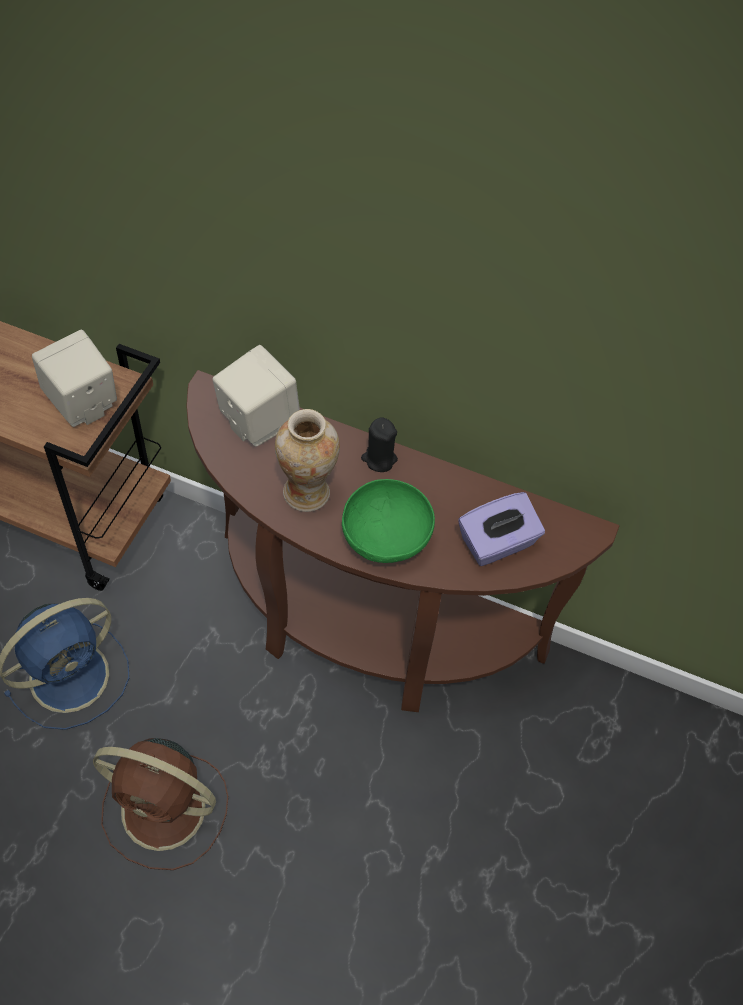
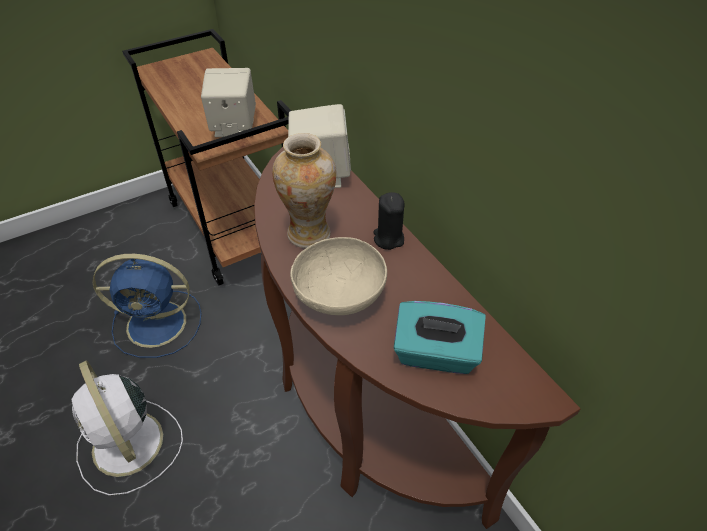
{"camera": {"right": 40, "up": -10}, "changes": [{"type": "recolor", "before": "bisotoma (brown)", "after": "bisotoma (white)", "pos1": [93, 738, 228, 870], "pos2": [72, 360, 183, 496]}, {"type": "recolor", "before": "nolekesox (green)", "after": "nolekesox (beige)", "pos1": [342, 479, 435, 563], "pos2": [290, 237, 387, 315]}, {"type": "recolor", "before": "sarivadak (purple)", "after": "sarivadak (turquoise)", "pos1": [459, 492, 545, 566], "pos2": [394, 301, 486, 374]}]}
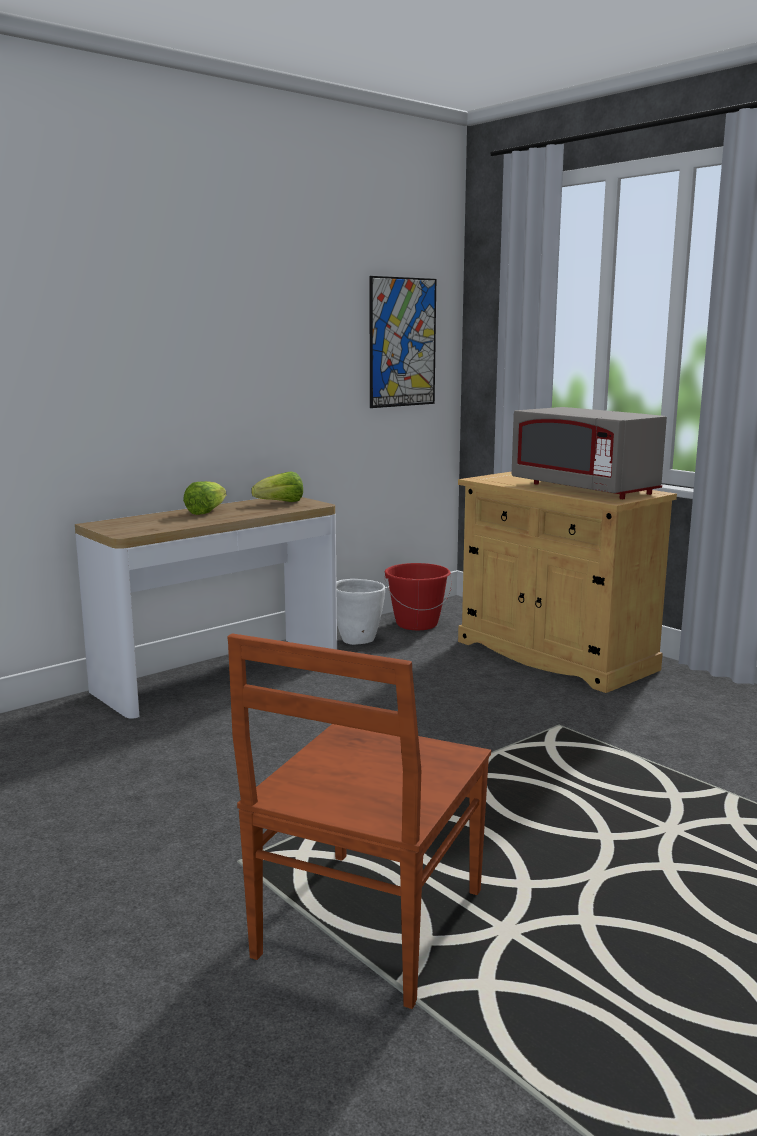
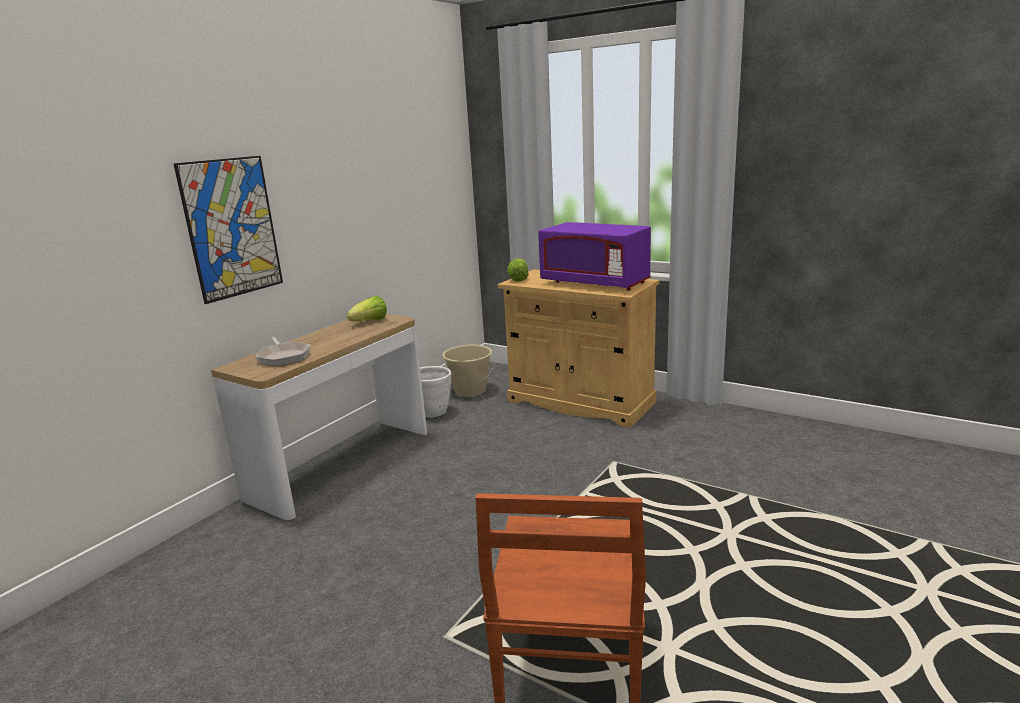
{"camera": {"right": -15, "up": 5}, "changes": [{"type": "move", "before": "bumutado", "pos1": [369, 276, 436, 408], "pos2": [173, 156, 283, 304]}, {"type": "insert", "after": "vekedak", "pos2": [255, 337, 311, 366]}, {"type": "recolor", "before": "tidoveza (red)", "after": "tidoveza (beige)", "pos1": [384, 563, 452, 630], "pos2": [442, 345, 493, 397]}, {"type": "move", "before": "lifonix", "pos1": [183, 481, 226, 515], "pos2": [507, 258, 529, 282]}, {"type": "recolor", "before": "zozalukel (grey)", "after": "zozalukel (purple)", "pos1": [512, 407, 667, 499], "pos2": [538, 222, 651, 291]}]}
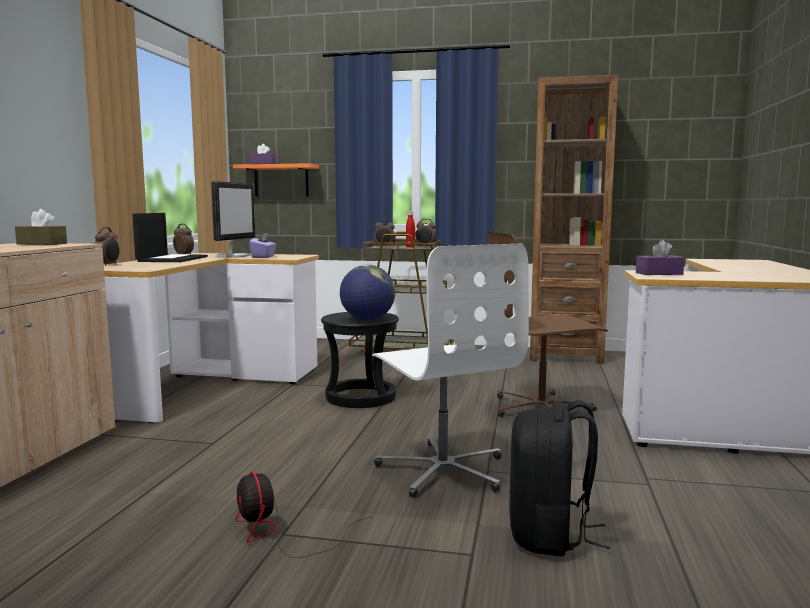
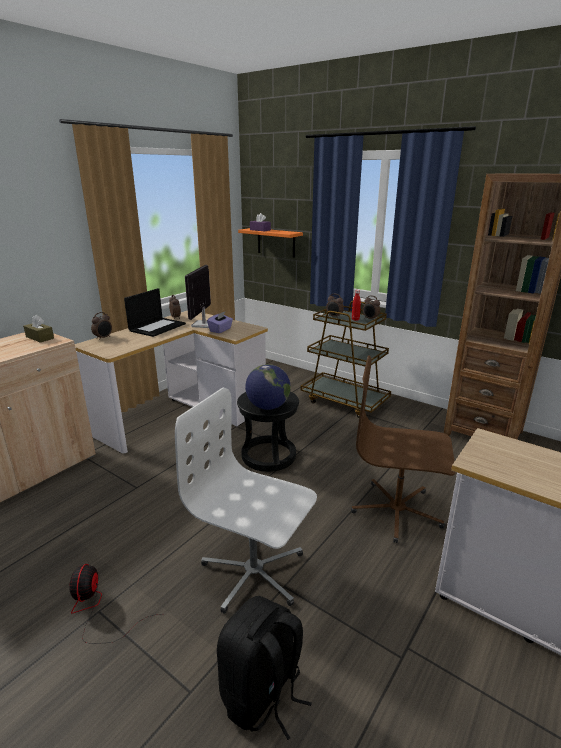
{"camera": {"right": 25, "up": 15}, "changes": [{"type": "rotate", "before": "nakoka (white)", "pos1": [372, 244, 529, 498], "pos2": [175, 387, 317, 614], "turn": 120}, {"type": "rotate", "before": "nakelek", "pos1": [211, 181, 255, 258], "pos2": [185, 265, 211, 328], "turn": 150}, {"type": "delete", "before": "sarivadak (purple)", "pos1": [636, 240, 684, 275]}]}
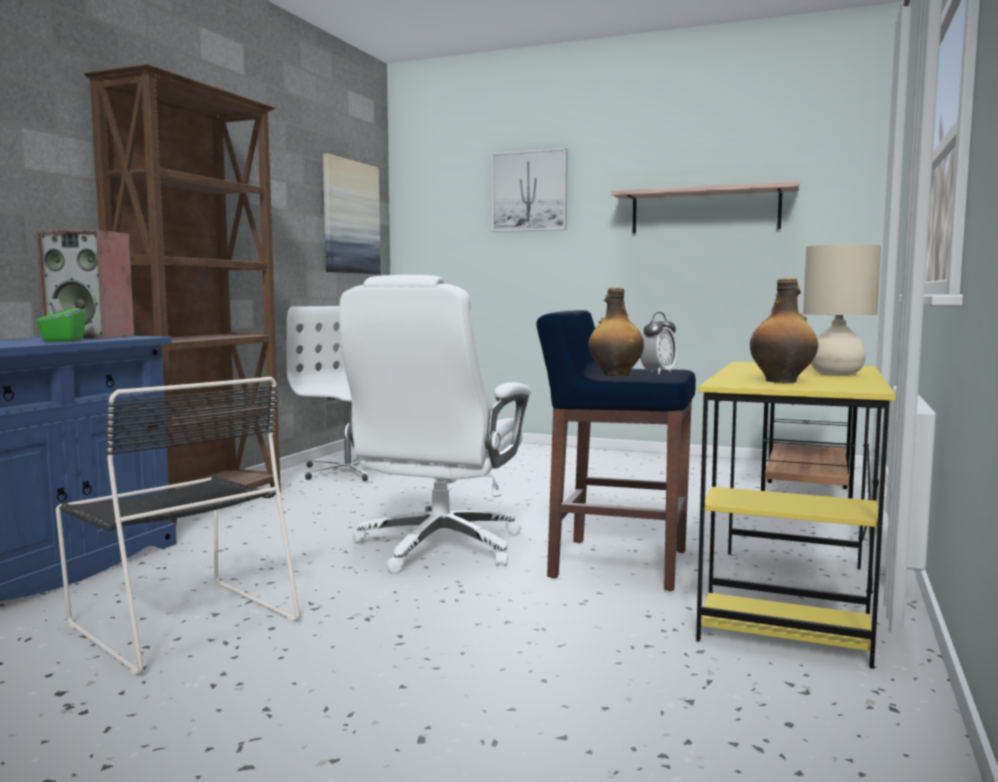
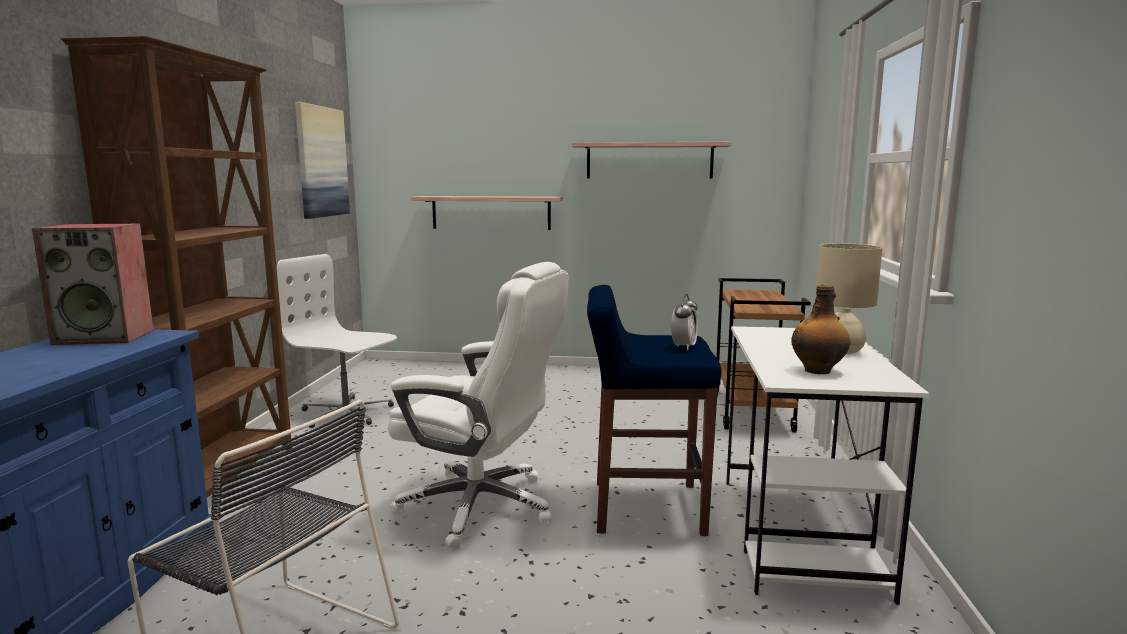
{"camera": {"right": -15, "up": 5}, "changes": [{"type": "rotate", "before": "nakoka (white)", "pos1": [340, 275, 531, 573], "pos2": [388, 262, 568, 550], "turn": -75}, {"type": "insert", "after": "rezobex", "pos2": [411, 196, 563, 230]}, {"type": "recolor", "before": "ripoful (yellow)", "after": "ripoful (white)", "pos1": [696, 362, 896, 669], "pos2": [726, 326, 929, 605]}, {"type": "delete", "before": "sarivadak (green)", "pos1": [36, 299, 86, 342]}, {"type": "delete", "before": "bumutado", "pos1": [492, 148, 568, 232]}, {"type": "delete", "before": "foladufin", "pos1": [588, 288, 644, 377]}]}
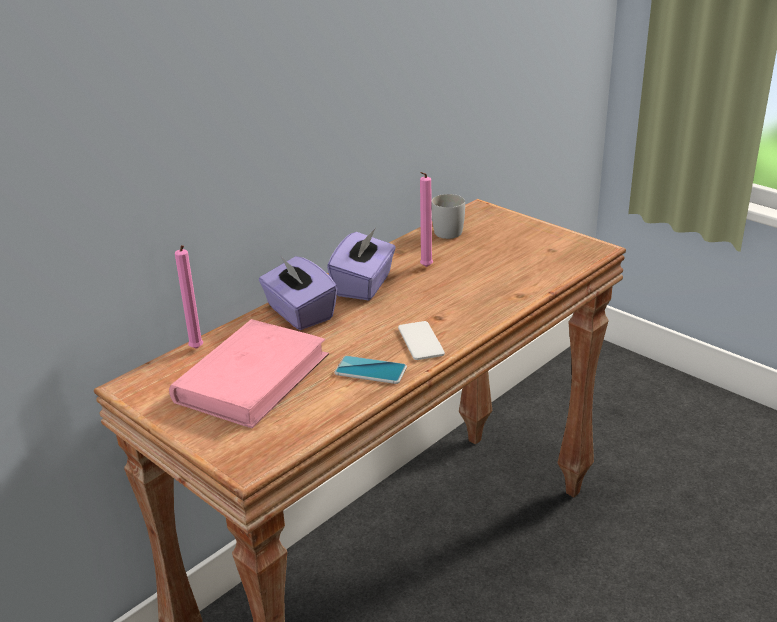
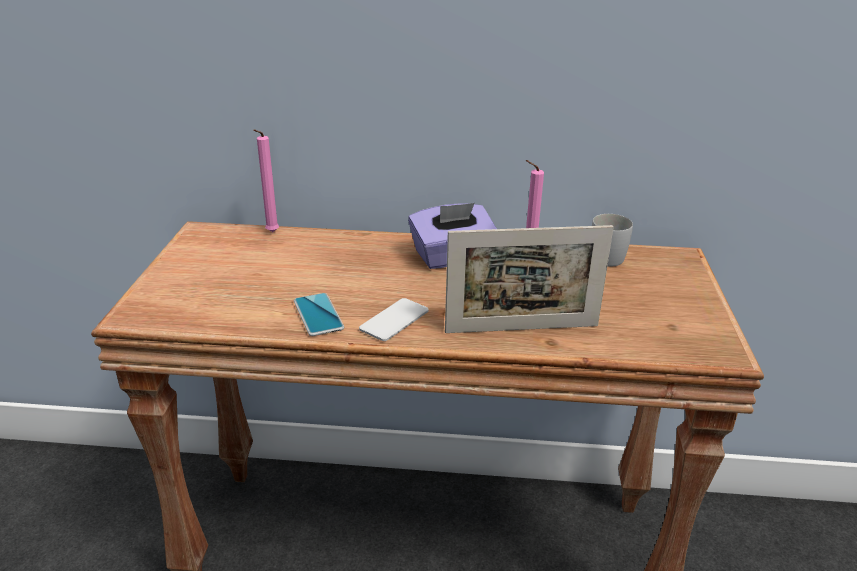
{"camera": {"right": 50, "up": 0}, "changes": [{"type": "insert", "after": "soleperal", "pos2": [445, 225, 614, 333]}, {"type": "delete", "before": "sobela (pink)", "pos1": [169, 319, 329, 428]}, {"type": "delete", "before": "sarivadak (purple)", "pos1": [259, 255, 338, 330]}]}
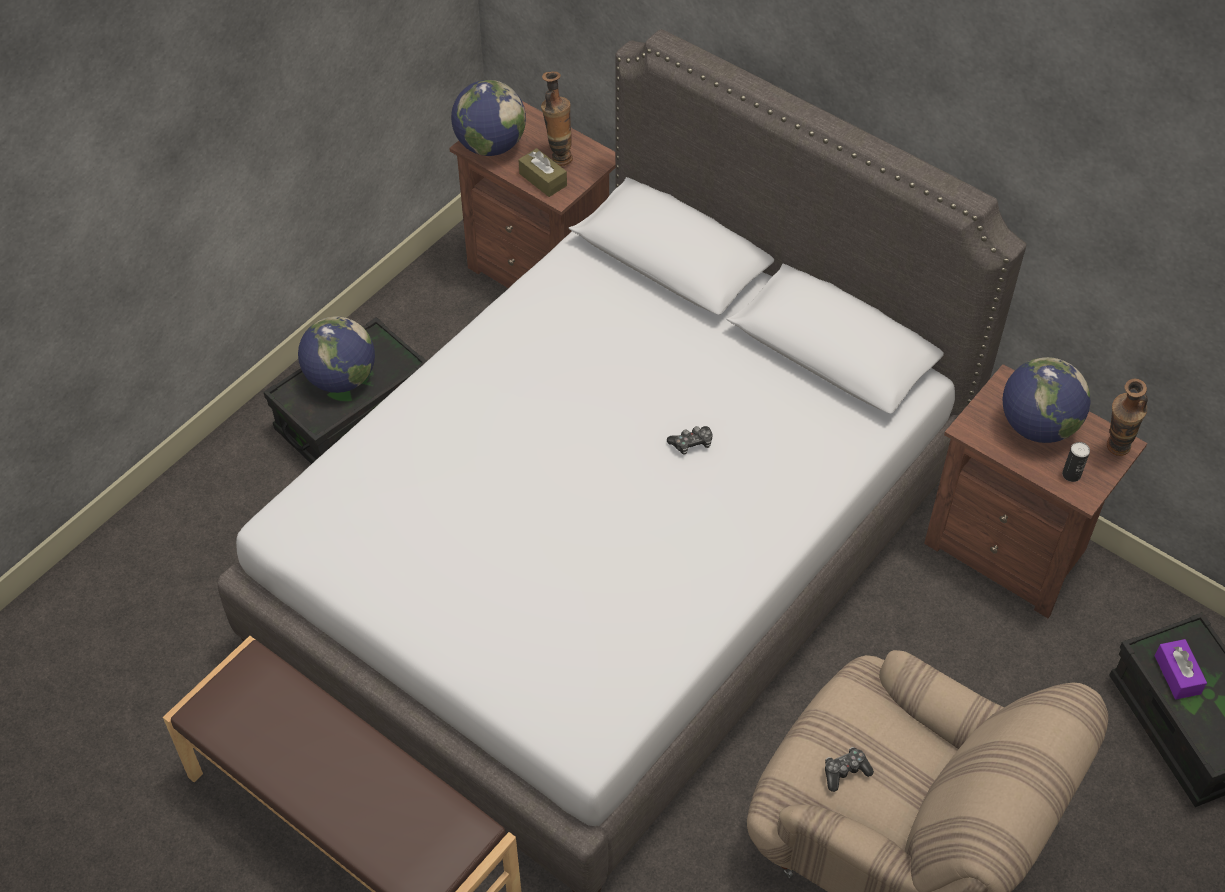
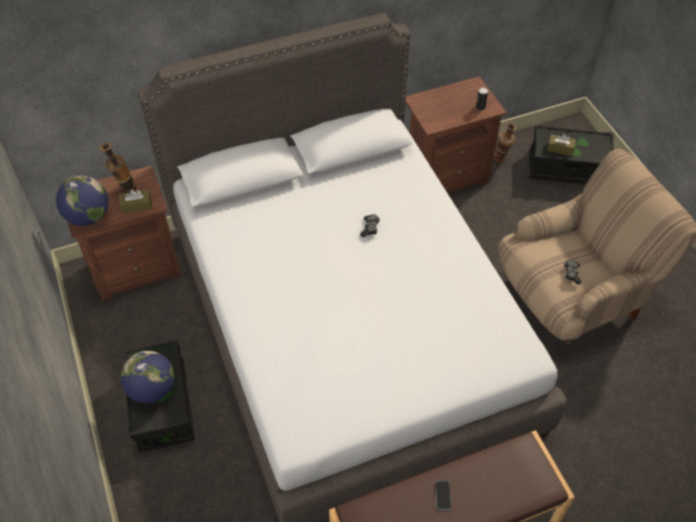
{"camera": {"right": -60, "up": 0}, "changes": [{"type": "insert", "after": "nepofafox", "pos2": [435, 481, 451, 510]}, {"type": "move", "before": "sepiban", "pos1": [1107, 379, 1148, 456], "pos2": [494, 123, 517, 162]}, {"type": "recolor", "before": "sarivadak (purple)", "after": "sarivadak (brown)", "pos1": [1155, 639, 1207, 699], "pos2": [547, 134, 576, 156]}, {"type": "delete", "before": "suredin", "pos1": [1003, 357, 1091, 443]}]}
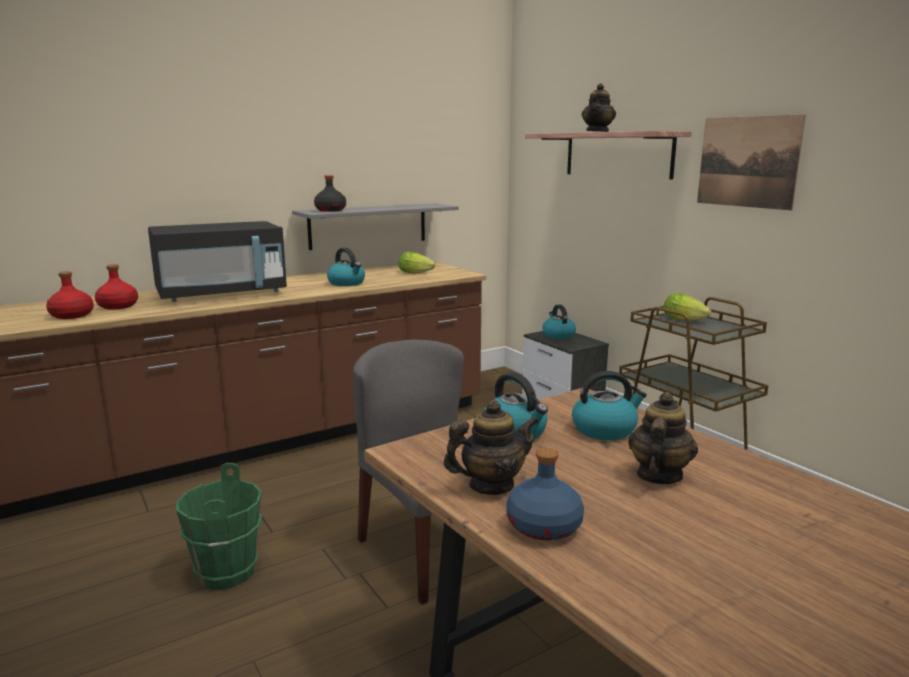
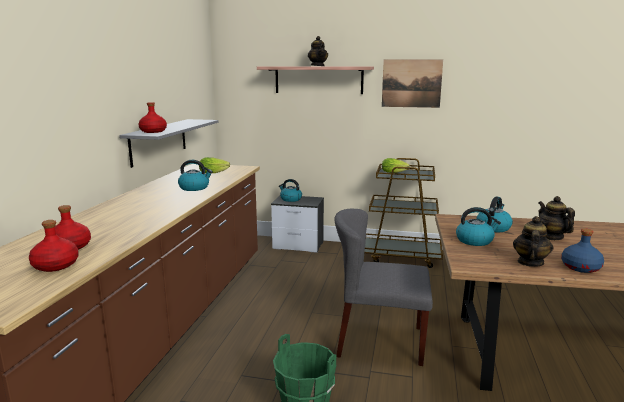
{"camera": {"right": -45, "up": 0}, "changes": [{"type": "recolor", "before": "foladufin (black)", "after": "foladufin (red)", "pos1": [314, 175, 346, 212], "pos2": [139, 102, 167, 133]}, {"type": "delete", "before": "zozalukel (black)", "pos1": [148, 221, 287, 302]}]}
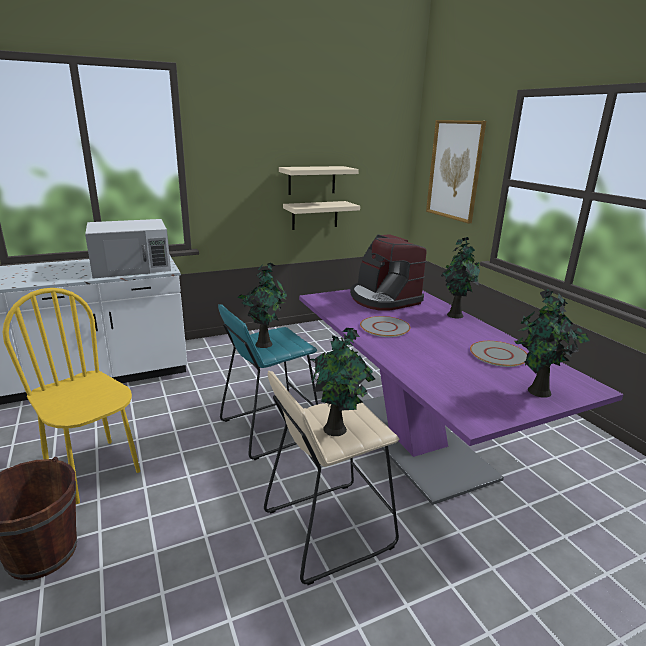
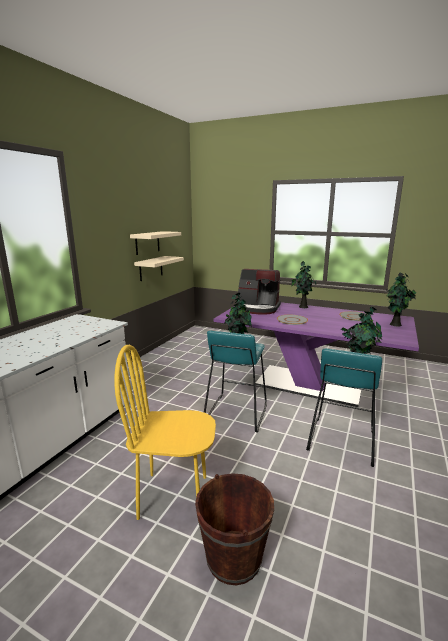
{"camera": {"right": -40, "up": -5}, "changes": [{"type": "recolor", "before": "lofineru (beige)", "after": "lofineru (turquoise)", "pos1": [264, 371, 399, 585], "pos2": [306, 348, 382, 467]}, {"type": "delete", "before": "zozalukel (white)", "pos1": [85, 219, 171, 278]}, {"type": "delete", "before": "bumutado", "pos1": [426, 120, 486, 224]}]}
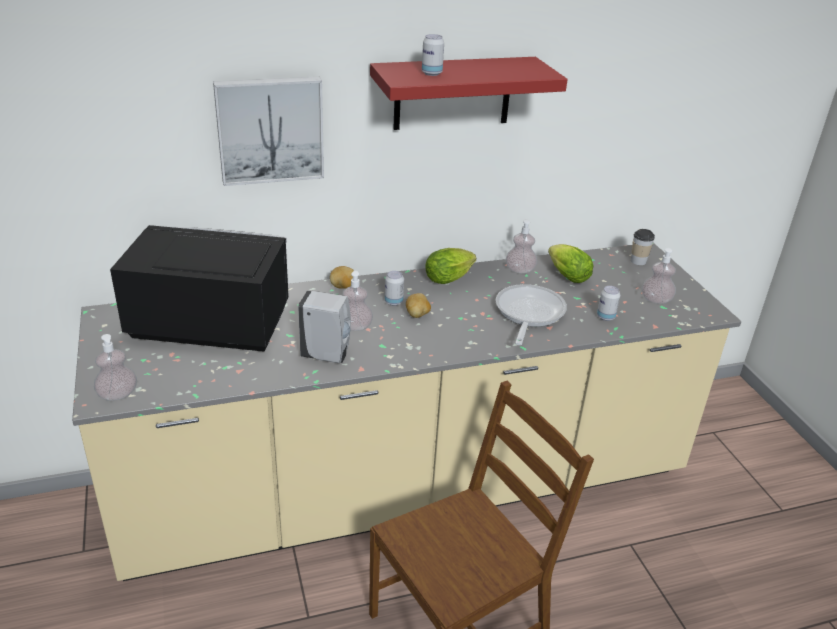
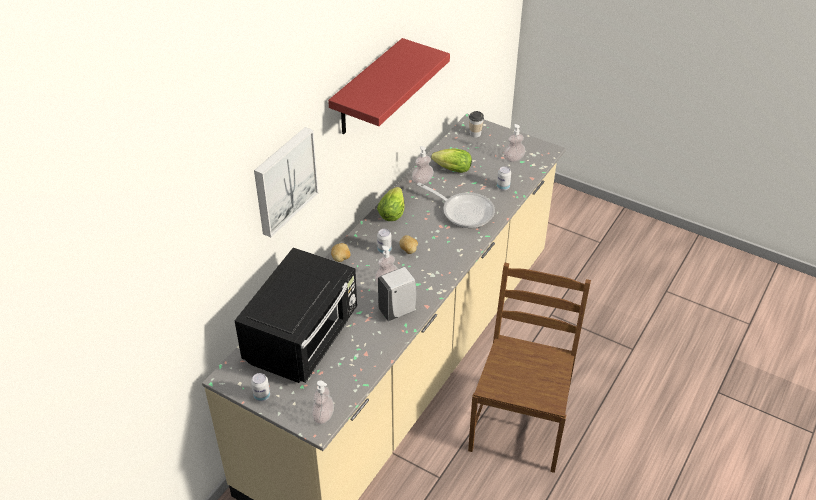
{"camera": {"right": -40, "up": 10}, "changes": [{"type": "rotate", "before": "zozalukel (black)", "pos1": [110, 225, 289, 352], "pos2": [235, 248, 357, 383], "turn": 150}, {"type": "move", "before": "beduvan", "pos1": [422, 34, 444, 76], "pos2": [251, 373, 270, 402]}, {"type": "rotate", "before": "vekedak", "pos1": [496, 284, 567, 345], "pos2": [417, 183, 495, 228], "turn": 150}]}
